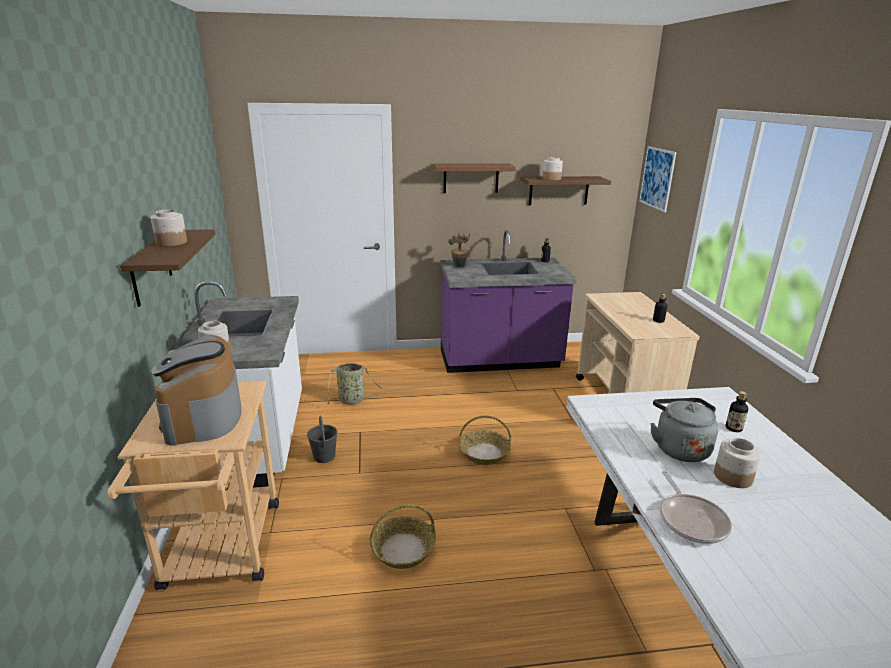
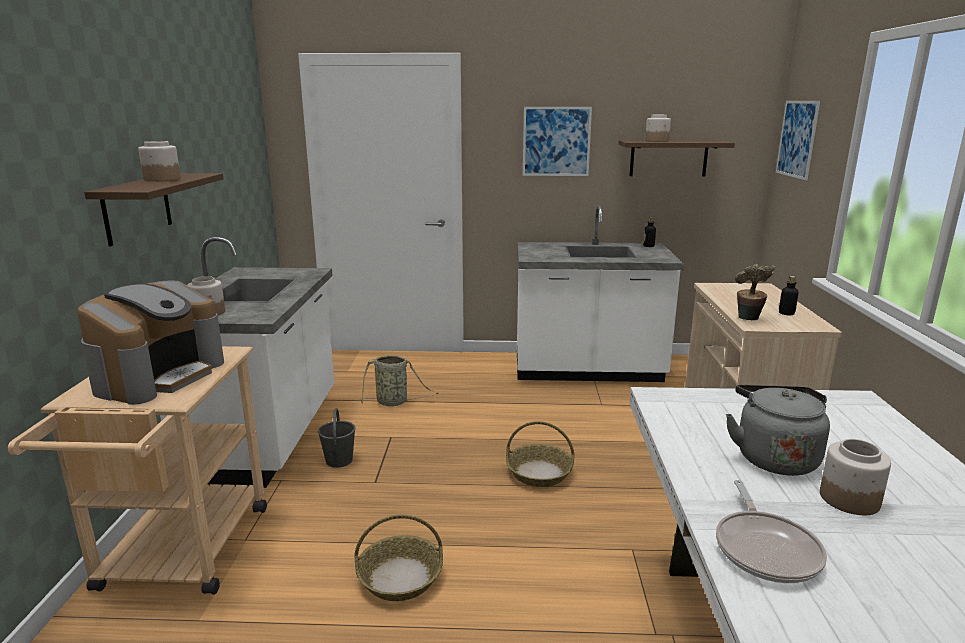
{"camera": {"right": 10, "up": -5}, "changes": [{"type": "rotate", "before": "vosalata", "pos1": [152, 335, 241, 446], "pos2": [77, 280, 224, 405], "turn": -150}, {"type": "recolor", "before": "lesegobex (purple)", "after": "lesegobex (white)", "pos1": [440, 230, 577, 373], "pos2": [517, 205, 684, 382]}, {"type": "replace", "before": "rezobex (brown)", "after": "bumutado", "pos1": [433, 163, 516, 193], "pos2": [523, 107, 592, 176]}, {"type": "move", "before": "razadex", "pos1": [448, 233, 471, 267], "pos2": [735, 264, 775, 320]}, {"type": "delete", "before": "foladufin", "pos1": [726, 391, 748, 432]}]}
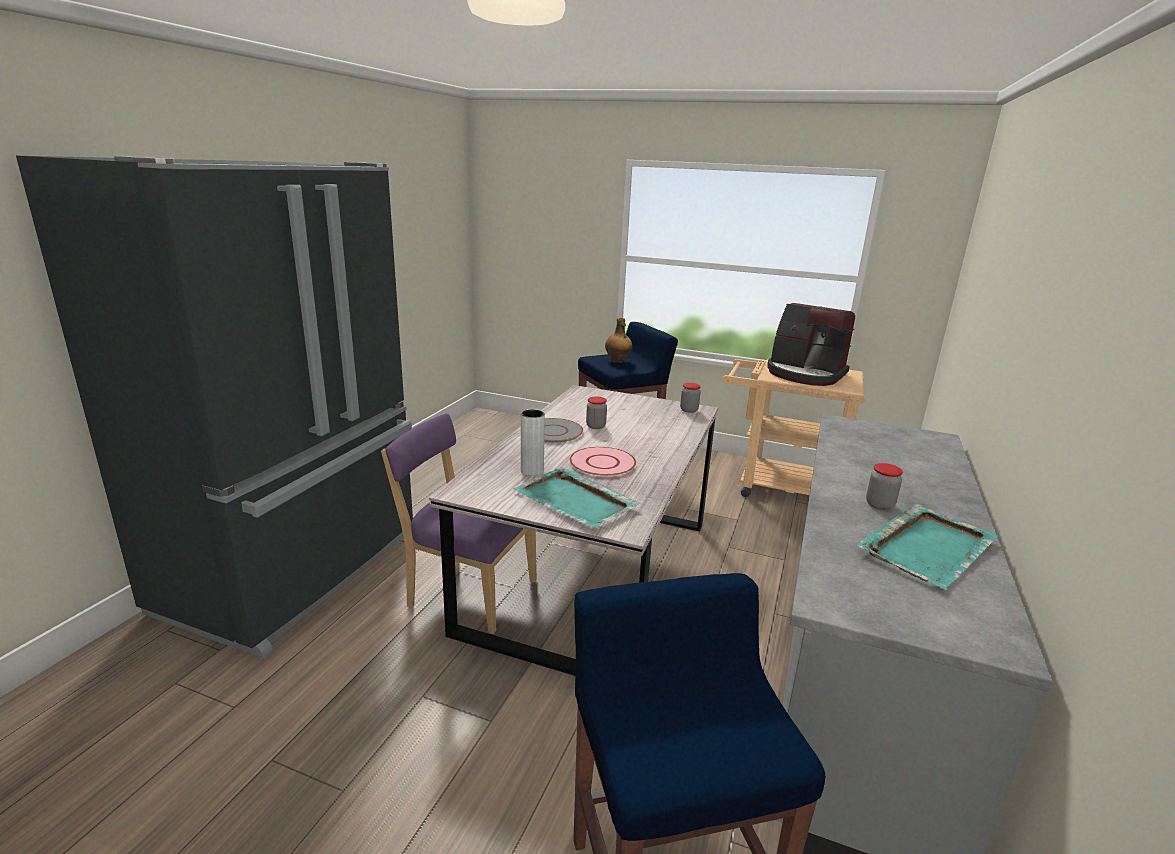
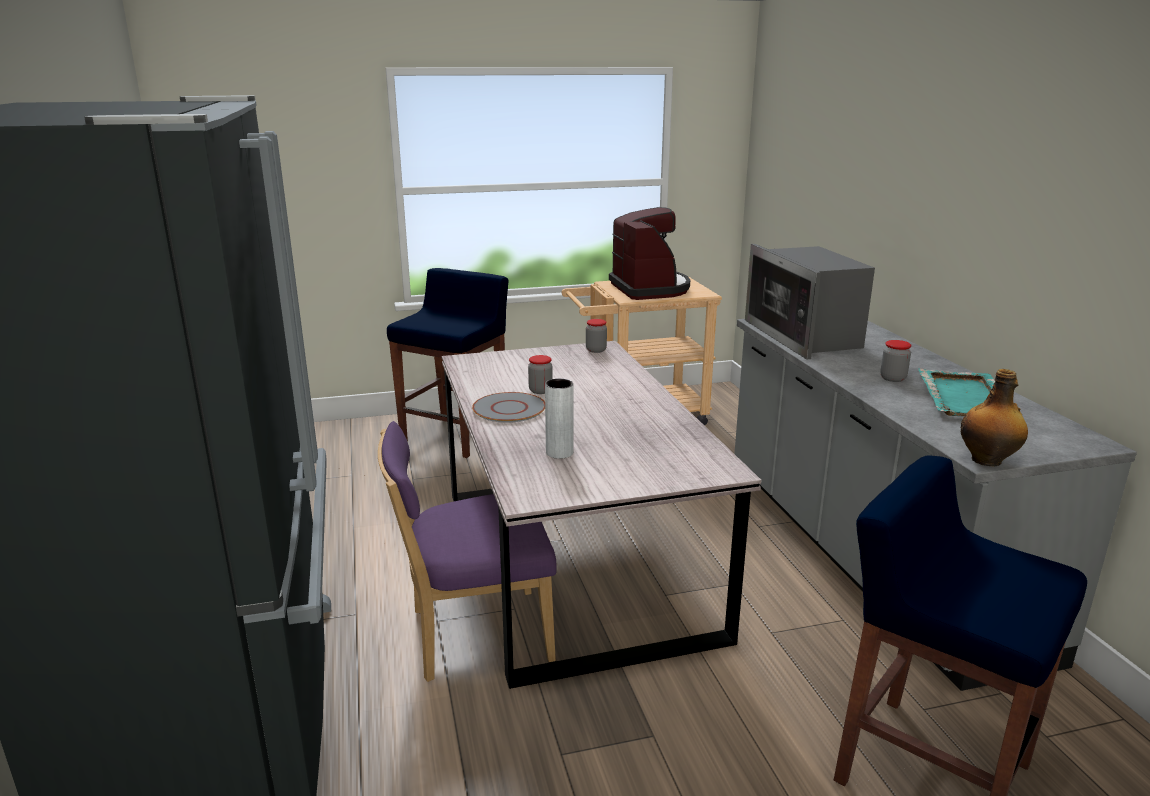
{"camera": {"right": -35, "up": 0}, "changes": [{"type": "rotate", "before": "vosalata", "pos1": [767, 303, 855, 386], "pos2": [609, 207, 690, 300], "turn": -105}, {"type": "insert", "after": "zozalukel", "pos2": [745, 244, 875, 360]}, {"type": "move", "before": "foladufin", "pos1": [605, 318, 632, 363], "pos2": [961, 369, 1028, 466]}, {"type": "delete", "before": "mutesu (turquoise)", "pos1": [513, 467, 640, 528]}, {"type": "delete", "before": "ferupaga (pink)", "pos1": [570, 447, 636, 477]}]}
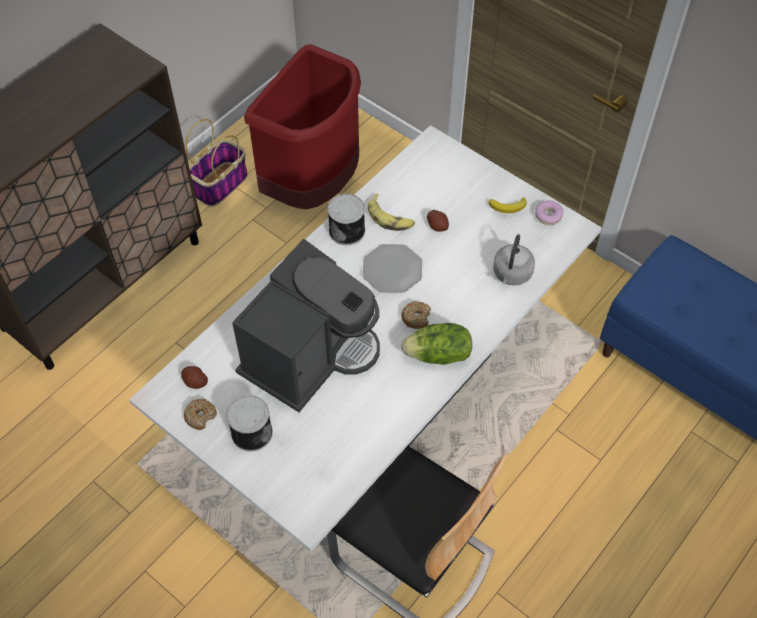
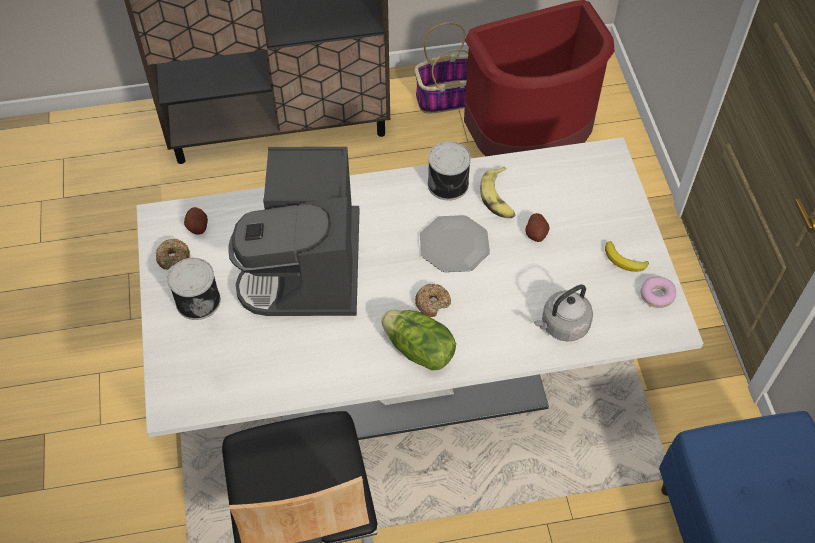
{"camera": {"right": 40, "up": 0}, "changes": [{"type": "rotate", "before": "vosalata", "pos1": [232, 239, 380, 412], "pos2": [228, 147, 360, 316], "turn": 105}]}
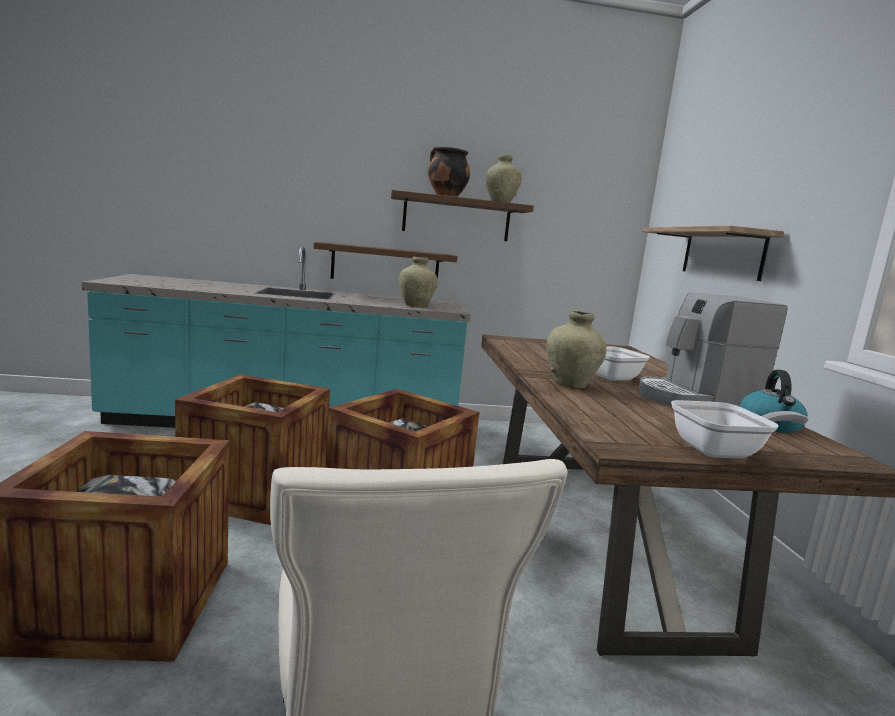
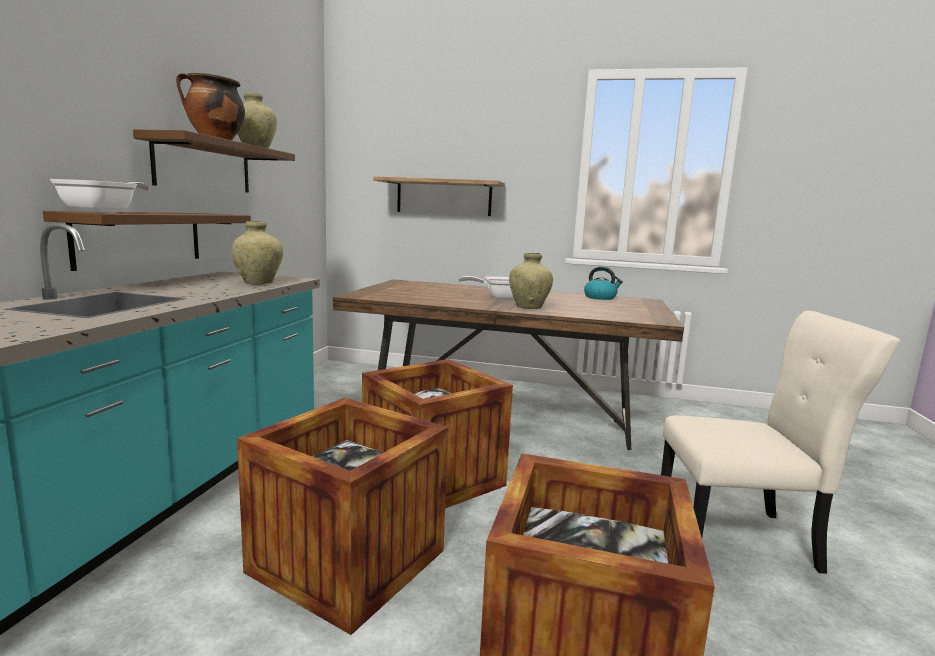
{"camera": {"right": -70, "up": 0}, "changes": [{"type": "move", "before": "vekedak", "pos1": [671, 400, 809, 458], "pos2": [50, 179, 150, 213]}, {"type": "delete", "before": "vosalata", "pos1": [639, 292, 788, 406]}]}
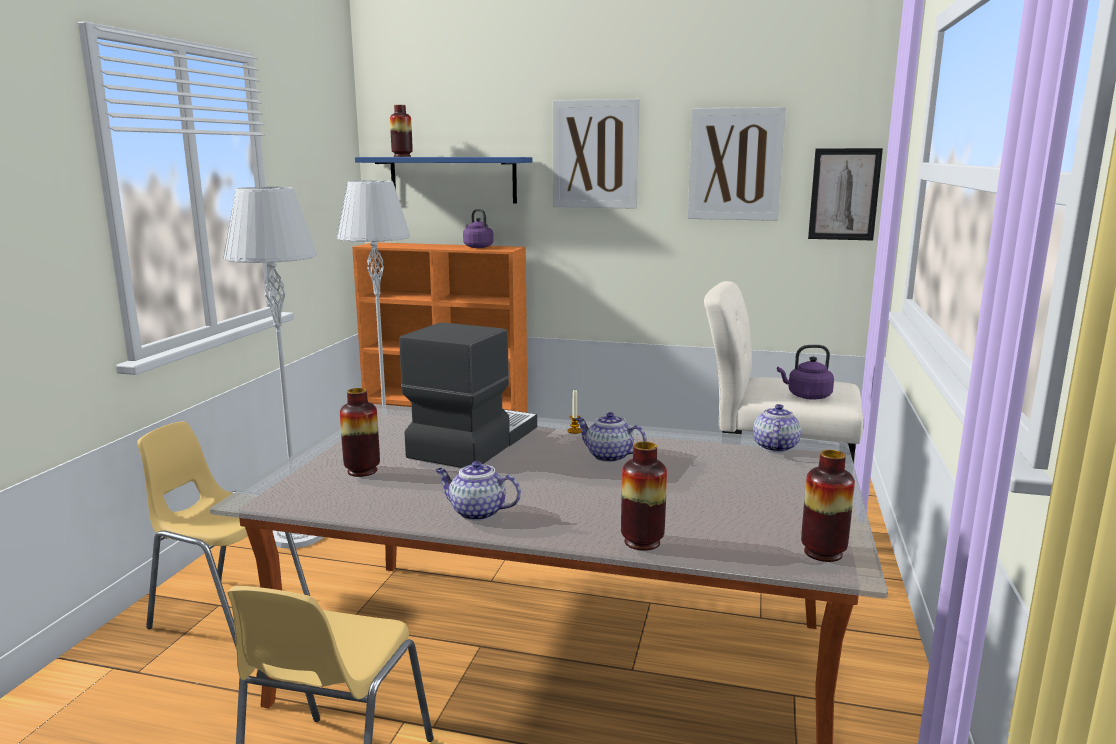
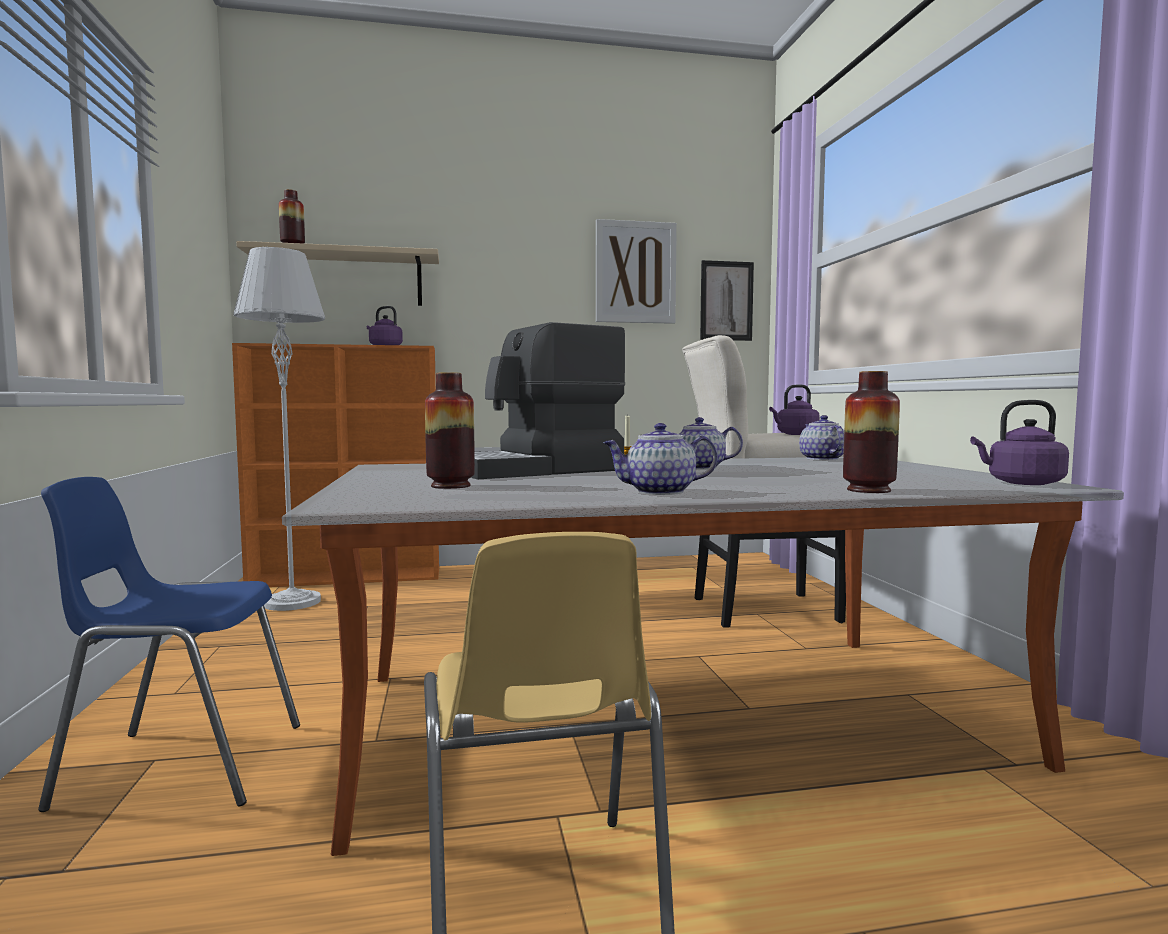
{"camera": {"right": -25, "up": -10}, "changes": [{"type": "recolor", "before": "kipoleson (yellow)", "after": "kipoleson (blue)", "pos1": [137, 421, 310, 647], "pos2": [38, 477, 300, 812]}, {"type": "recolor", "before": "rezobex (blue)", "after": "rezobex (beige)", "pos1": [355, 157, 533, 203], "pos2": [236, 241, 439, 306]}, {"type": "rotate", "before": "vosalata", "pos1": [399, 322, 537, 468], "pos2": [471, 322, 625, 479], "turn": -120}, {"type": "replace", "before": "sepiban", "after": "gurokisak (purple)", "pos1": [801, 450, 855, 562], "pos2": [970, 400, 1069, 485]}, {"type": "delete", "before": "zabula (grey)", "pos1": [223, 187, 323, 549]}, {"type": "delete", "before": "bumutado", "pos1": [553, 99, 640, 209]}]}
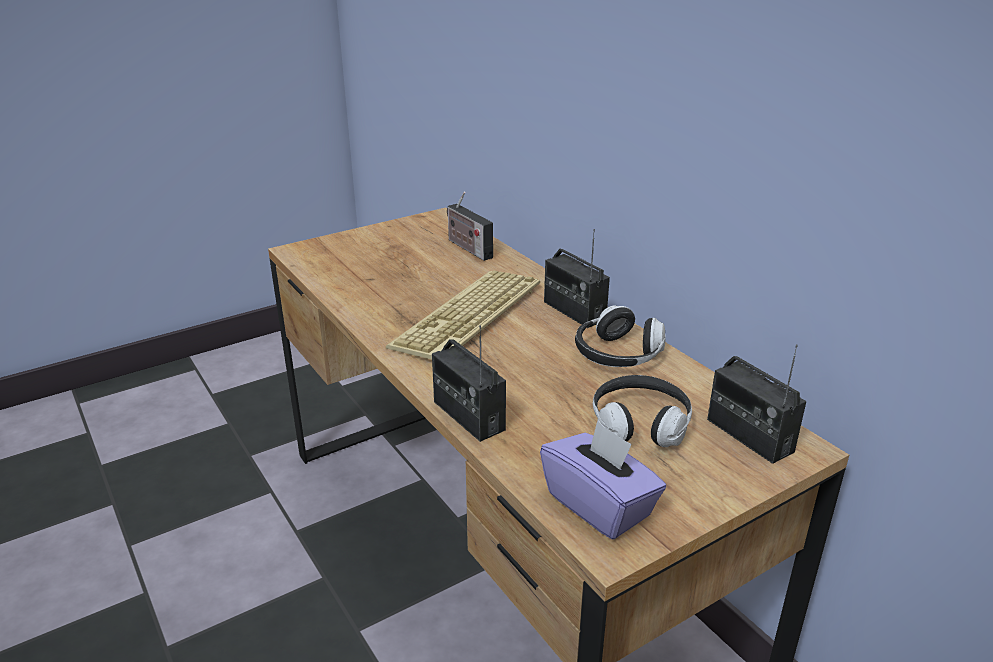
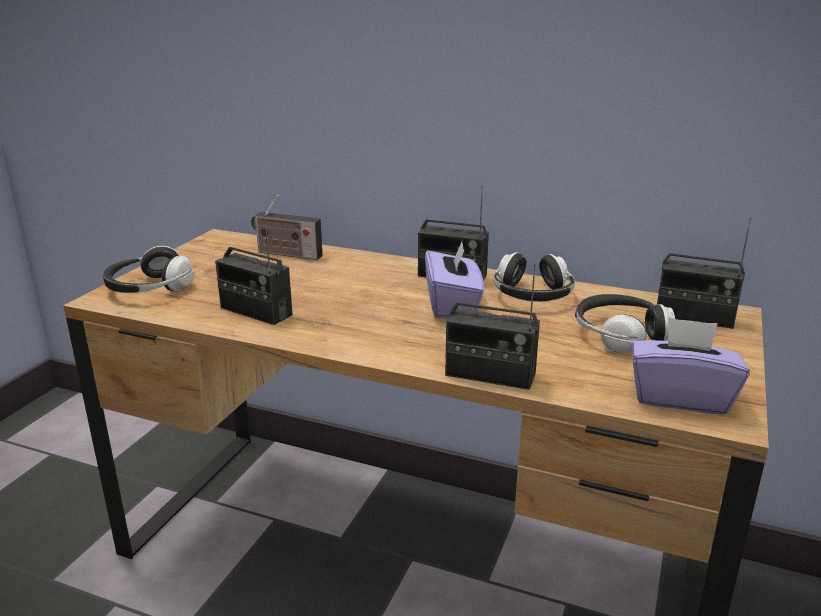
{"camera": {"right": -35, "up": -5}, "changes": [{"type": "insert", "after": "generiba", "pos2": [103, 246, 195, 293]}, {"type": "insert", "after": "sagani", "pos2": [215, 215, 293, 325]}, {"type": "insert", "after": "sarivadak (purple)", "pos2": [425, 239, 484, 318]}, {"type": "delete", "before": "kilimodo", "pos1": [386, 270, 540, 360]}]}
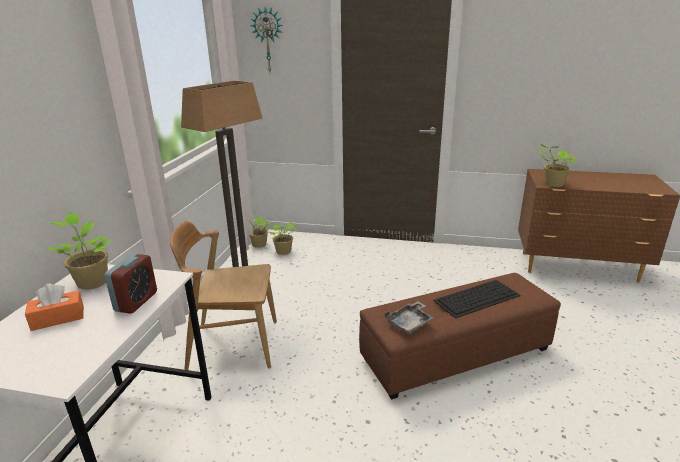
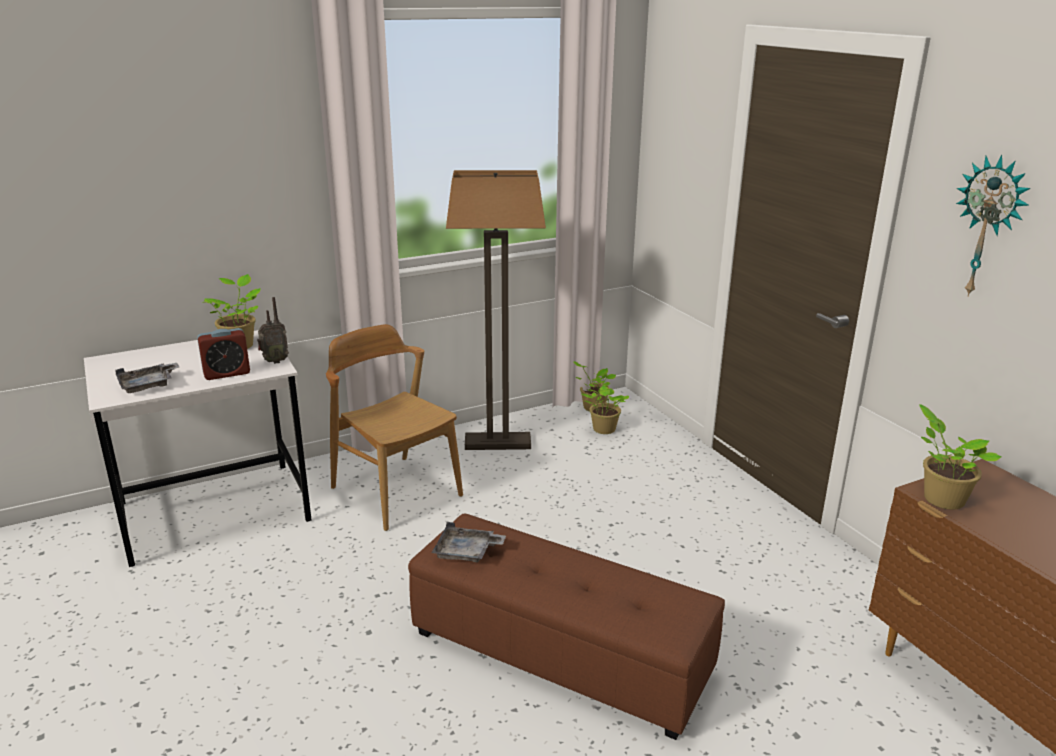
{"camera": {"right": 50, "up": 0}, "changes": [{"type": "insert", "after": "mutesu (grey)", "pos2": [116, 363, 179, 393]}, {"type": "insert", "after": "sagani", "pos2": [257, 297, 289, 364]}, {"type": "move", "before": "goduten", "pos1": [250, 7, 283, 72], "pos2": [956, 155, 1031, 297]}, {"type": "delete", "before": "sarivadak (orange)", "pos1": [25, 283, 84, 331]}, {"type": "delete", "before": "kilimodo", "pos1": [433, 280, 521, 318]}]}
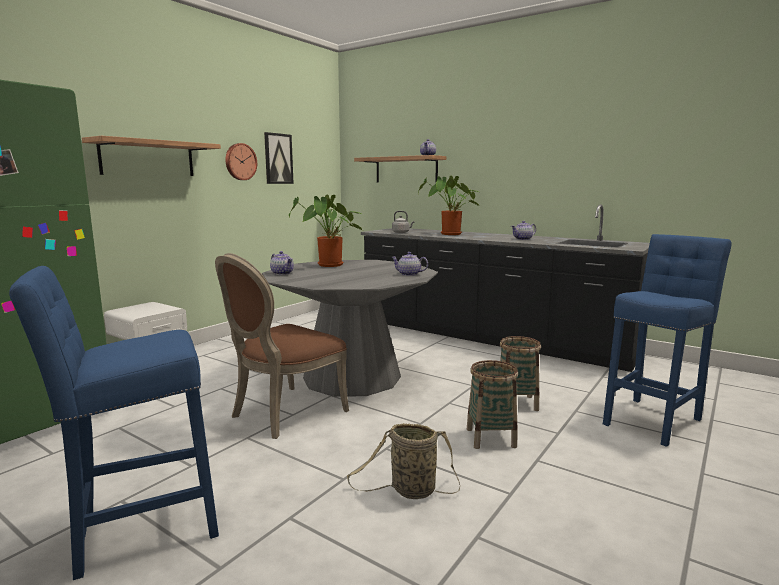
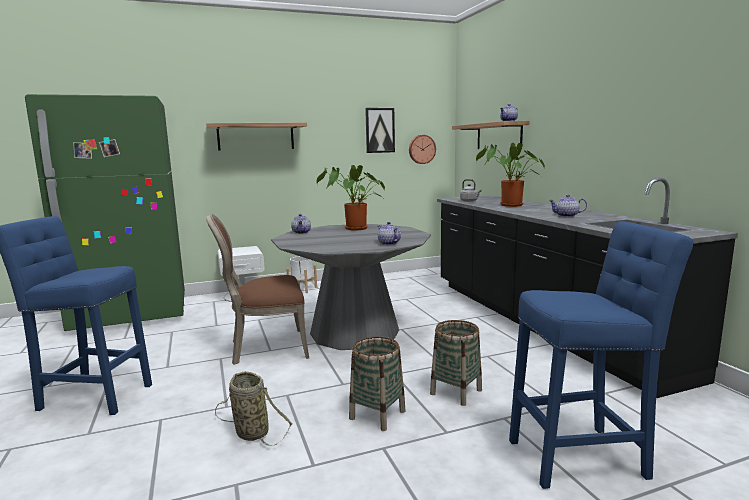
{"camera": {"right": 35, "up": 0}, "changes": [{"type": "insert", "after": "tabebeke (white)", "pos2": [286, 256, 317, 293]}, {"type": "move", "before": "goduten", "pos1": [225, 143, 257, 180], "pos2": [409, 135, 436, 164]}]}
